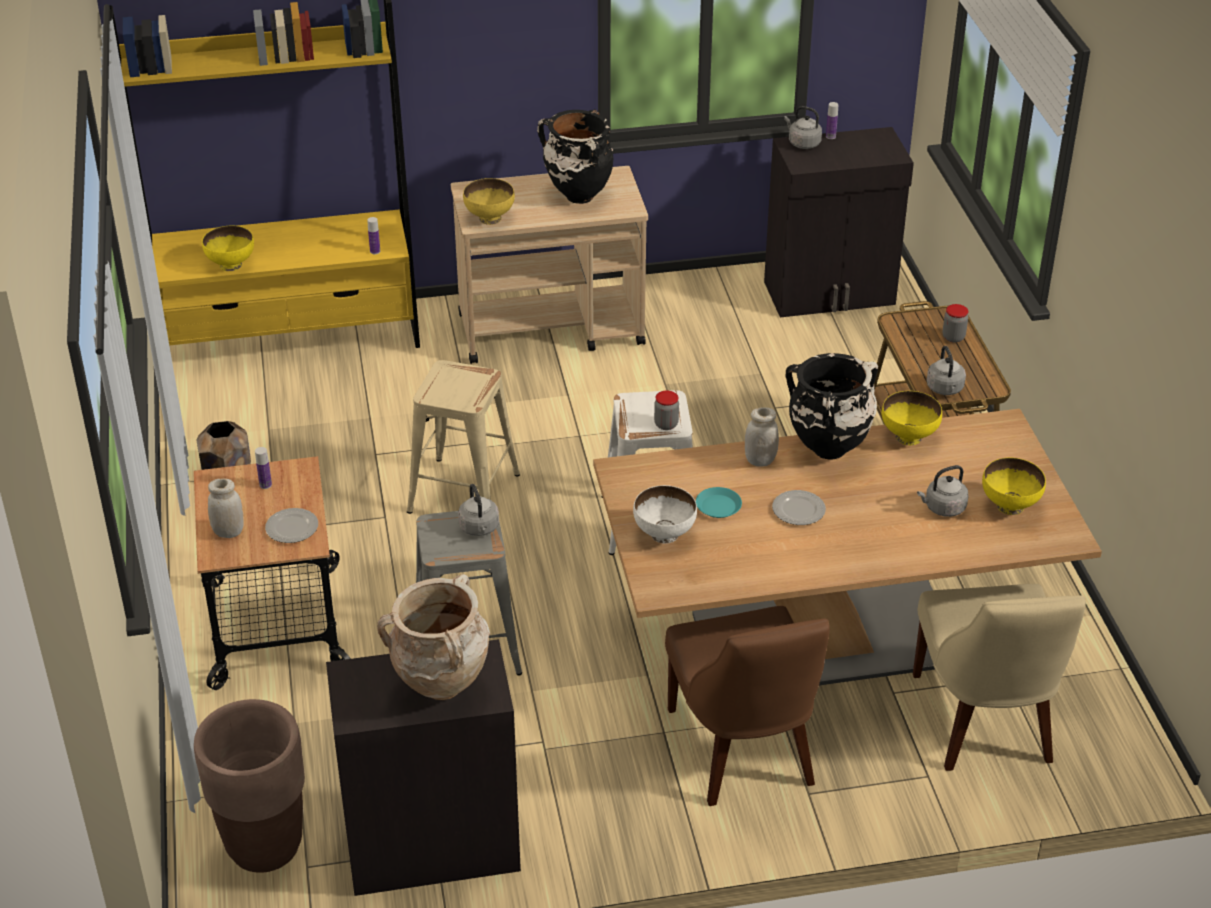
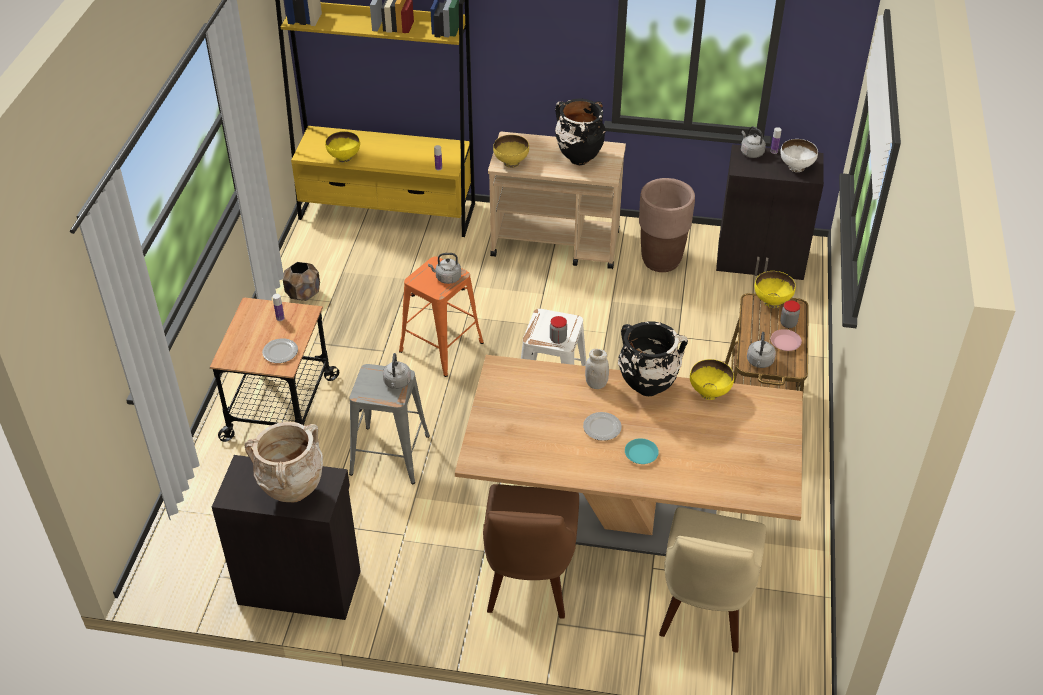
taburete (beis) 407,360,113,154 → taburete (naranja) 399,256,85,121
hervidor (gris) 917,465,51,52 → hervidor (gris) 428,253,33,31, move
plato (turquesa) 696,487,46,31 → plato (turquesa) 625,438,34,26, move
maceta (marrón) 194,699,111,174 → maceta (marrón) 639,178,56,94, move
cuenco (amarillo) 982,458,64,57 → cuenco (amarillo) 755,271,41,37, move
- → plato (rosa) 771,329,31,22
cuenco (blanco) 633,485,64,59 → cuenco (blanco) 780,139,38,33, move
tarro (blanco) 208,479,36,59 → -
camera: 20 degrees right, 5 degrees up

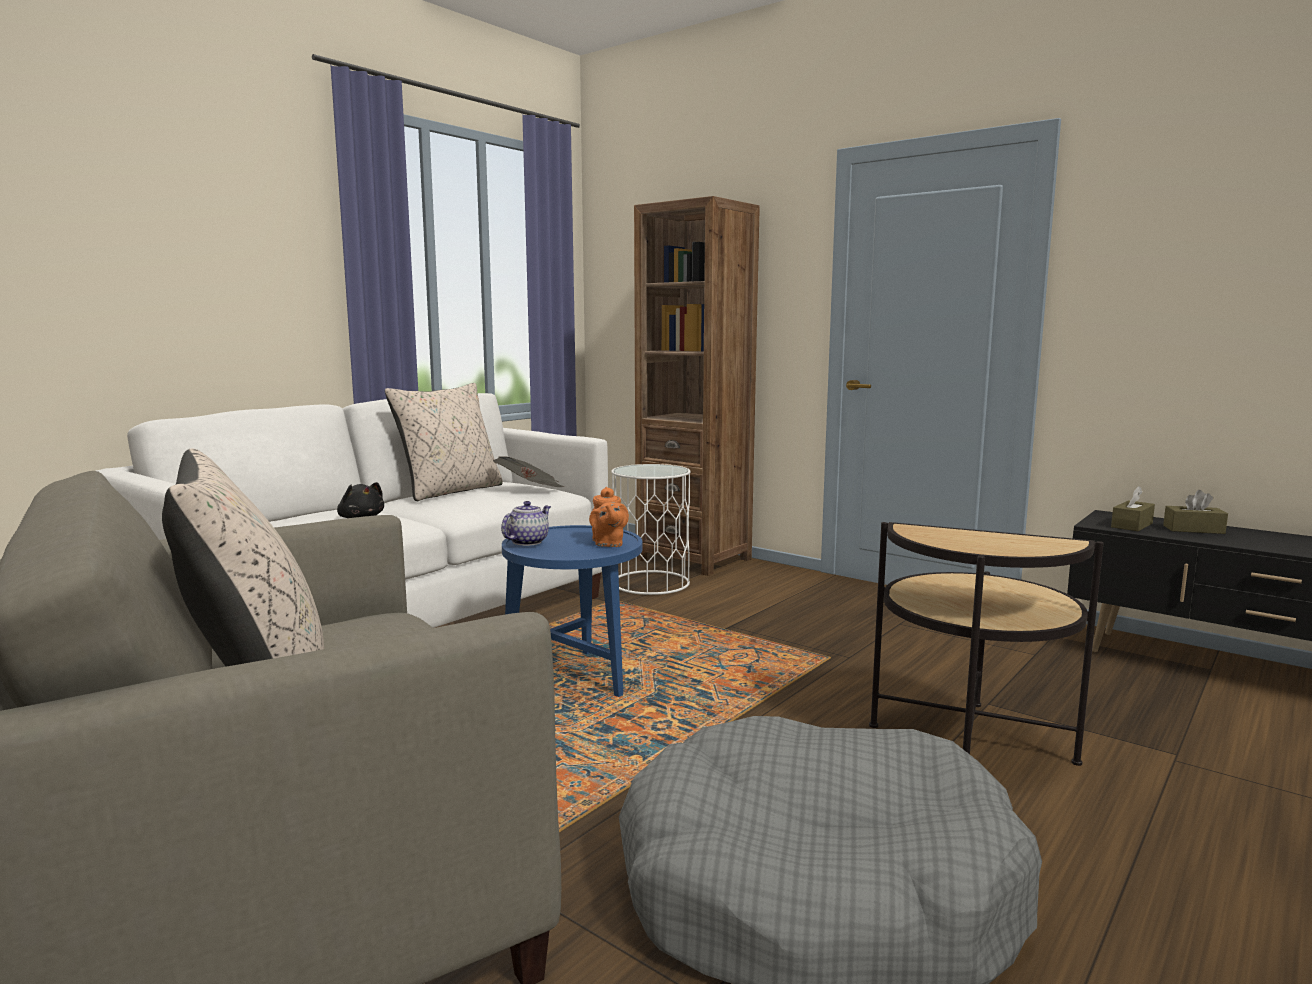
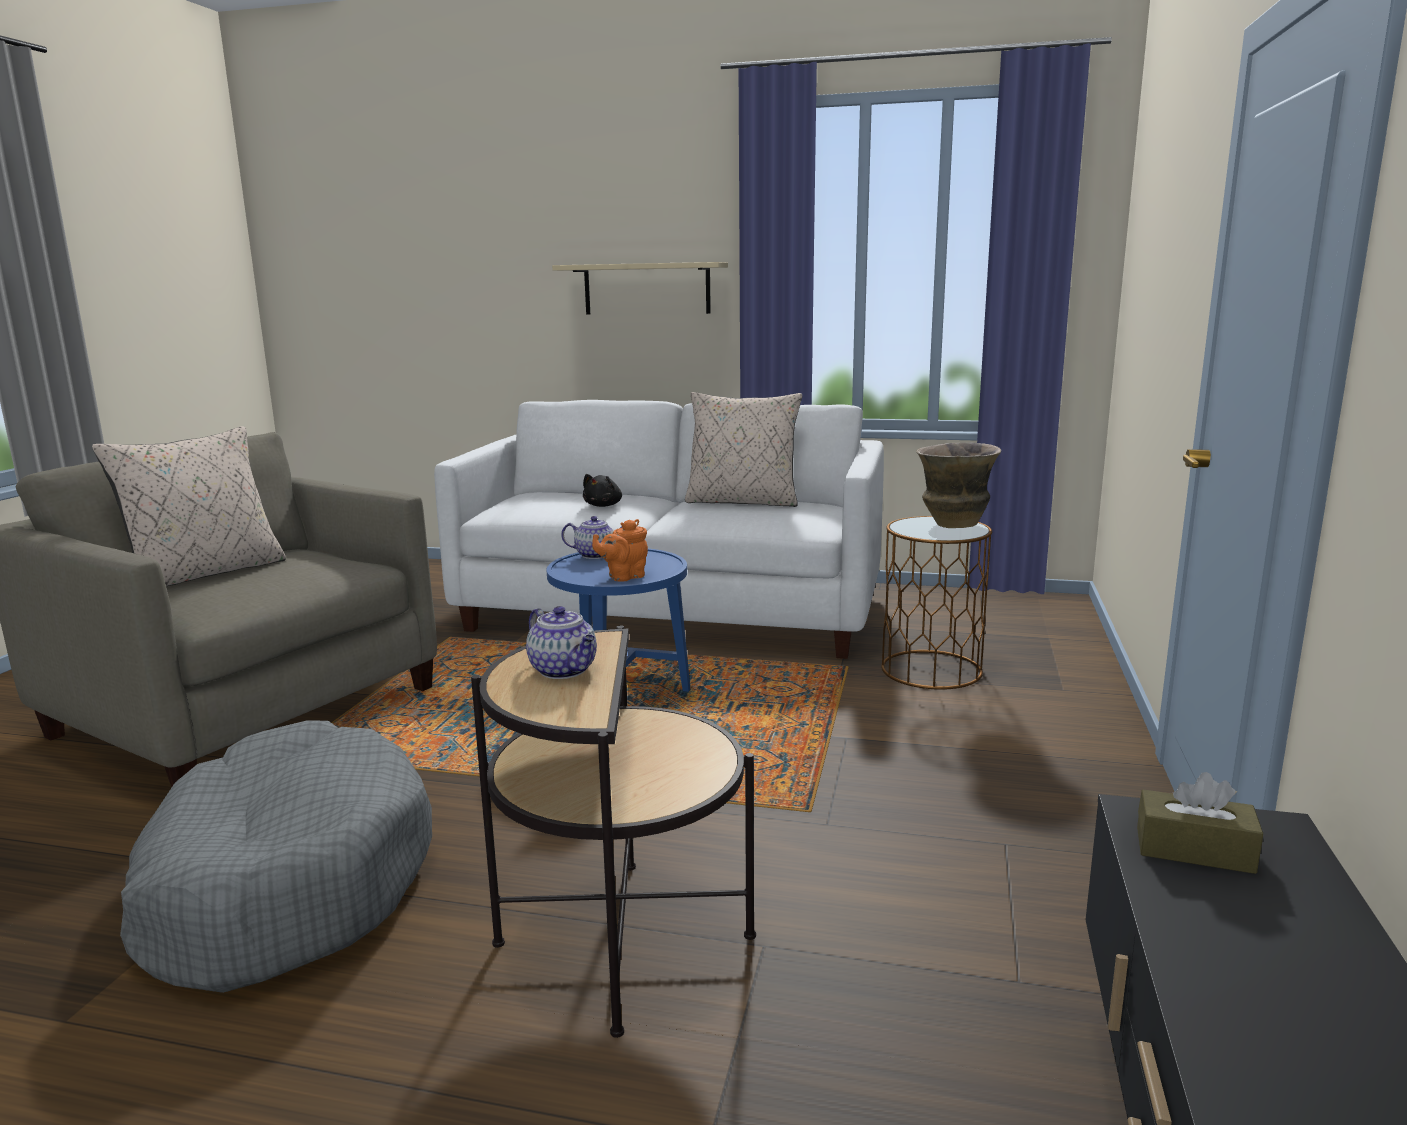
- → tetera 526,606,71,73
- → estante (beis) 552,262,176,53
mesa auxiliar (blanco) 611,464,80,131 → mesa auxiliar (marrón) 881,516,111,174
- → florero 916,443,85,85
periódico 493,456,71,31 → -
estantería (marrón) 634,196,126,380 → -
caja de pañuelos (marrón) 1163,490,65,44 → -
camera: 65 degrees right, 5 degrees up

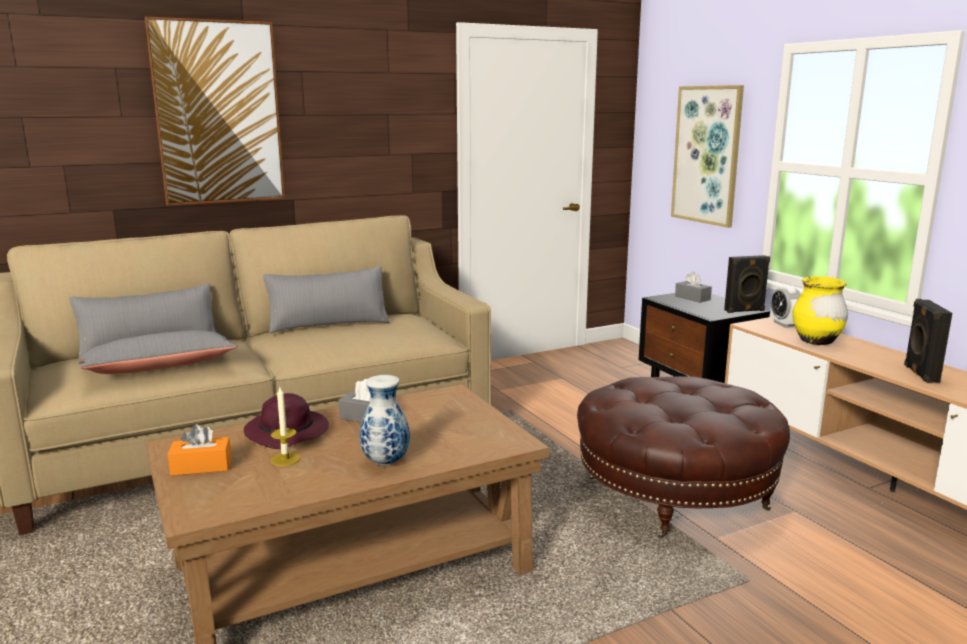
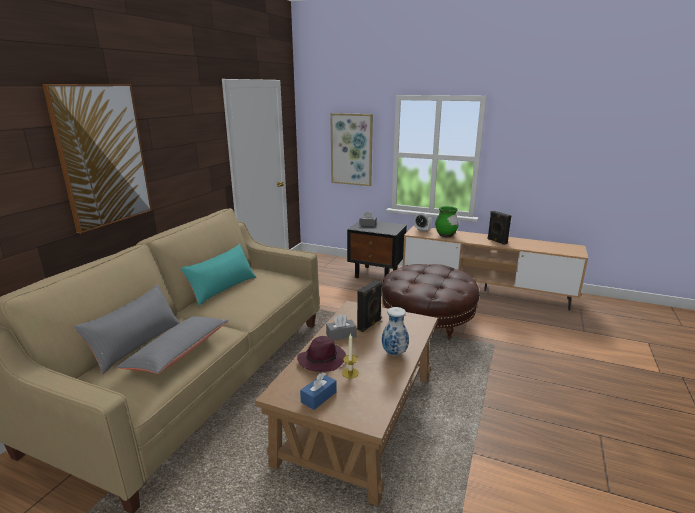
cojín (gris) 263,266,126,67 → cojín (turquesa) 181,244,75,62
caja de pañuelos (naranja) 168,424,64,52 → caja de pañuelos (azul) 300,372,37,38
altavoz (negro) 724,255,46,58 → altavoz (negro) 357,280,25,52, move
florero (amarillo) 793,276,55,69 → florero (verde) 435,206,24,31
camera: 40 degrees left, 5 degrees up

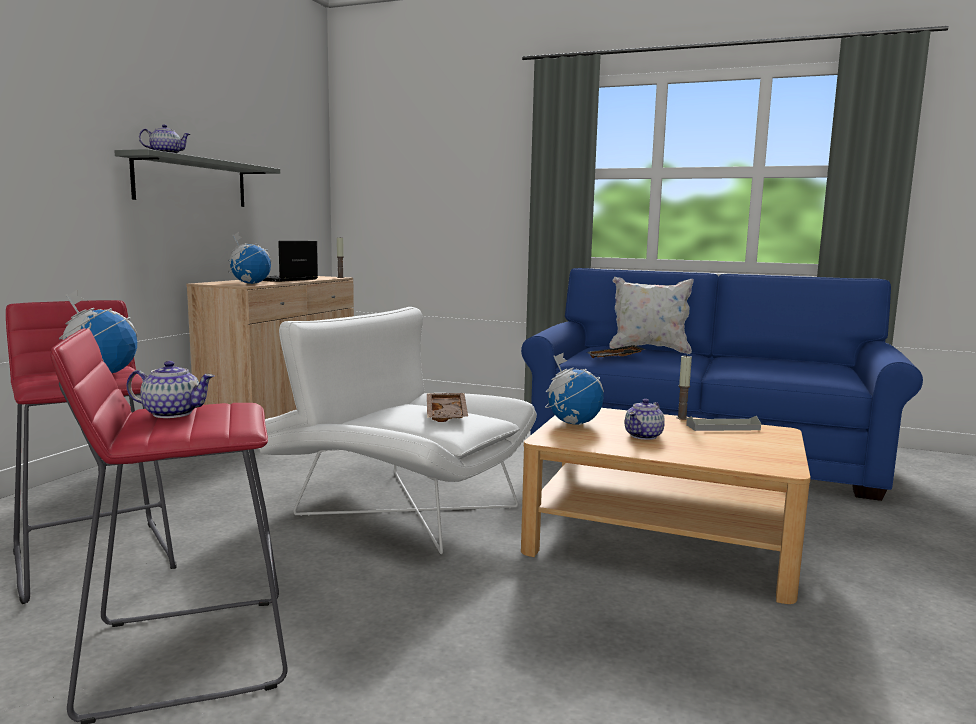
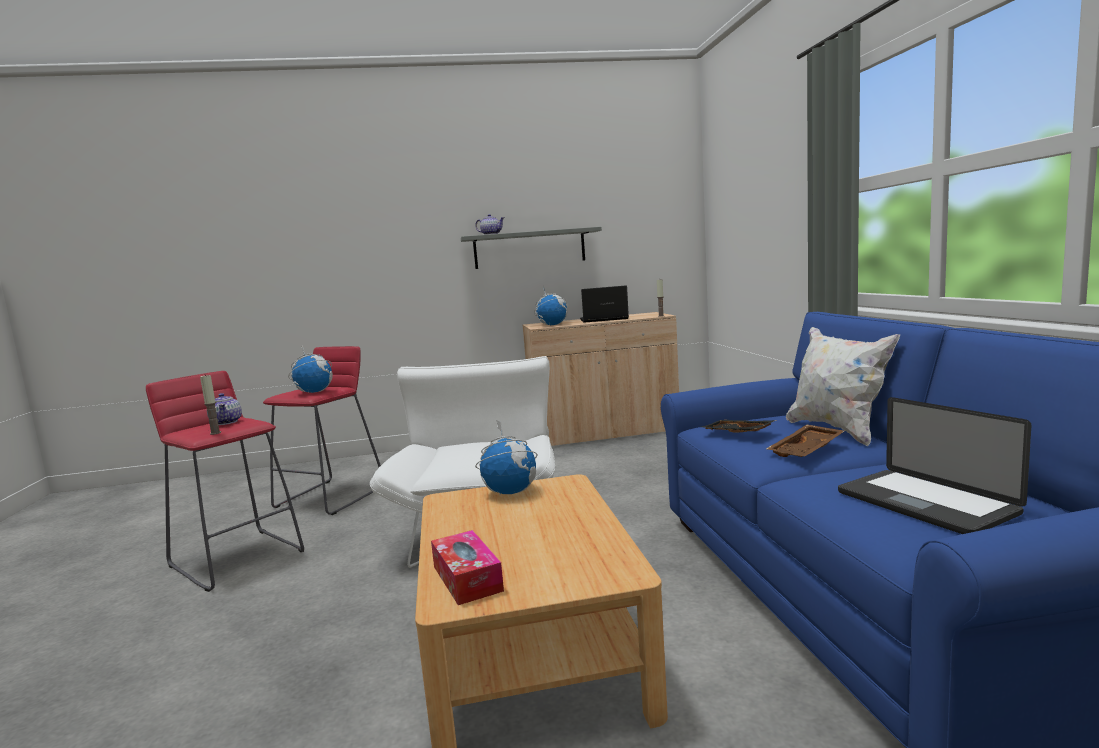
vela 677,355,15,65 → vela 200,375,21,60, move
- → caja de pañuelos 431,530,73,75
bandeja (marrón) 427,393,41,29 → bandeja (marrón) 767,425,77,32, move
- → portátil 838,397,193,137
tetera 625,399,40,41 → -
bandeja (gris) 686,416,75,15 → -
camera: 60 degrees right, 0 degrees up

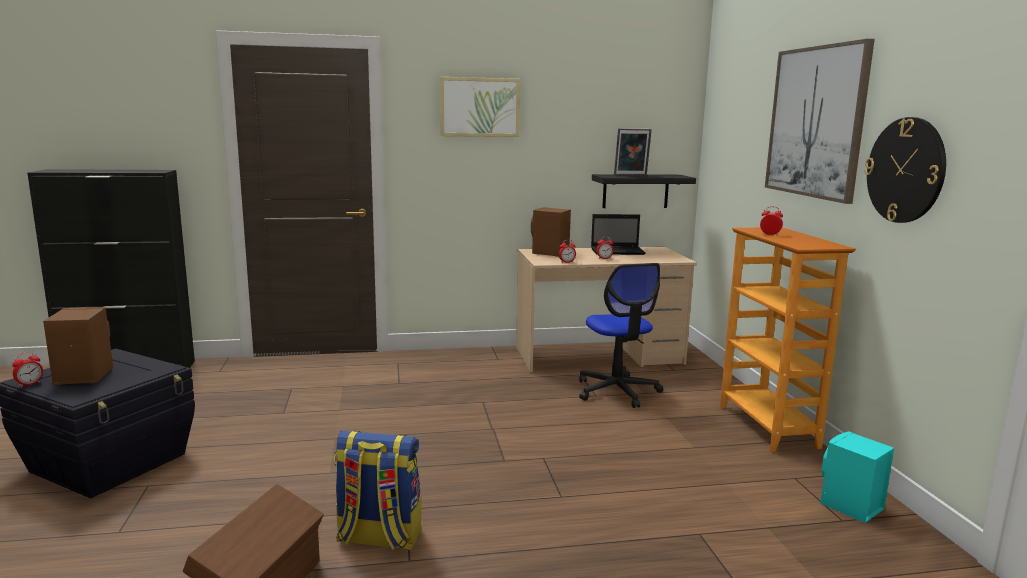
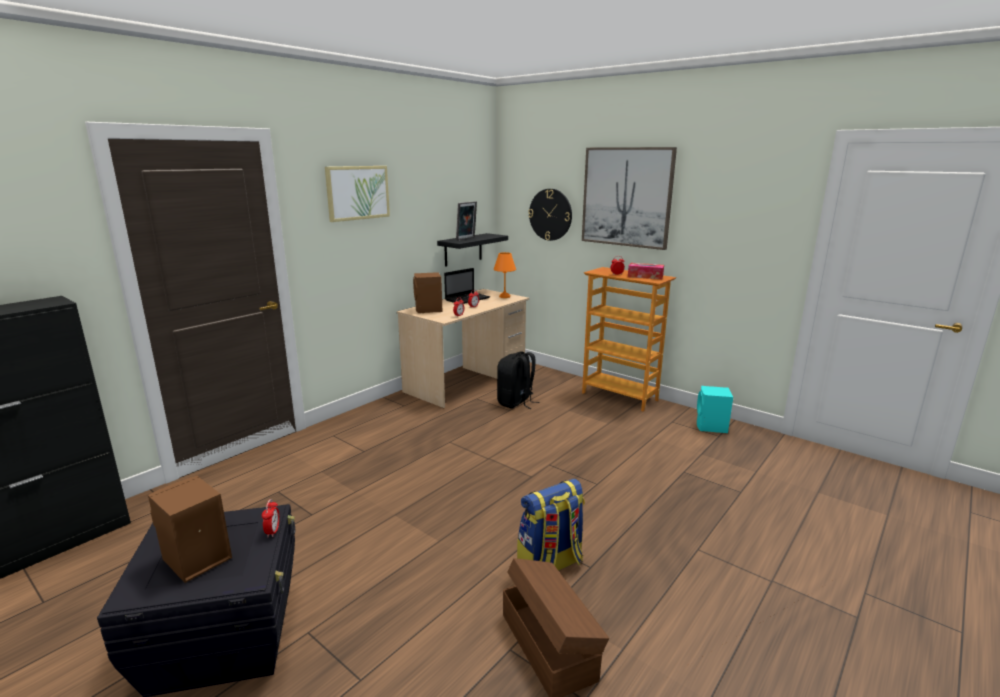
despertador 12,352,31,35 → despertador 262,499,18,38, move
- → lámpara de mesa (naranja) 494,252,22,46
silla de oficina 579,263,84,145 → mochila (negro) 497,352,43,57
reloj de pared 864,117,82,106 → reloj de pared 528,189,44,52, move
- → caja de pañuelos 628,263,36,16
camera: 40 degrees left, 5 degrees up

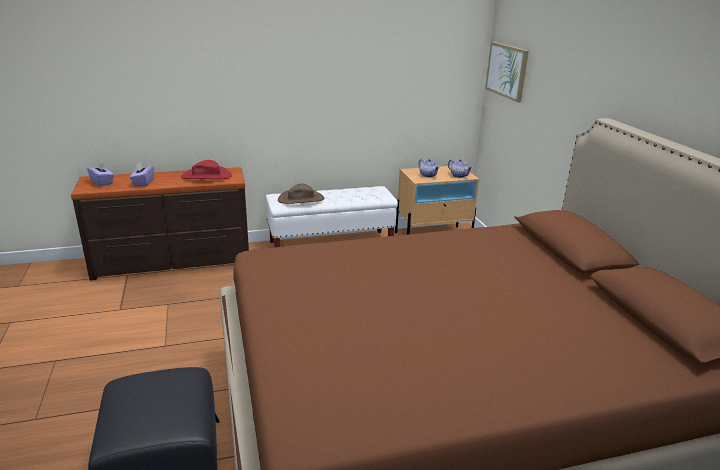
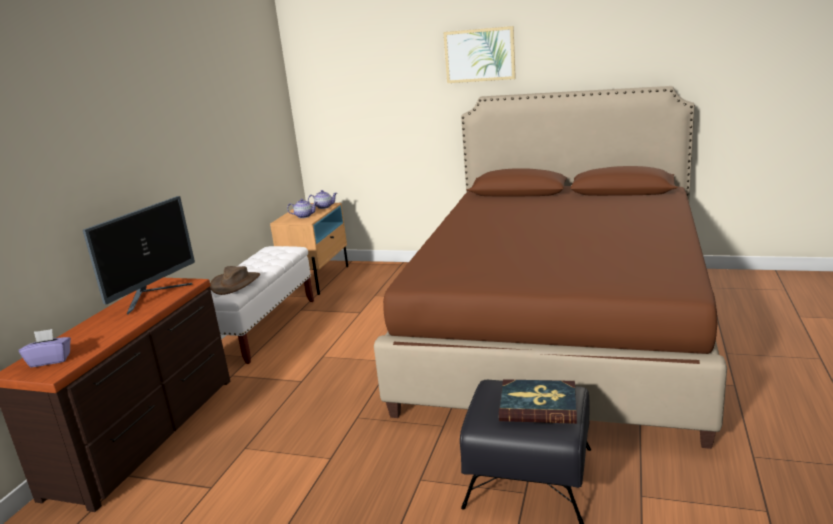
sombrero (rojo) 181,160,51,19 → monitor 83,196,112,119
cuadro 485,42,44,60 → cuadro 444,26,72,57, move
- → libro 499,379,78,45
caja de pañuelos (morado) 130,162,24,24 → -
camera: 55 degrees left, 5 degrees down

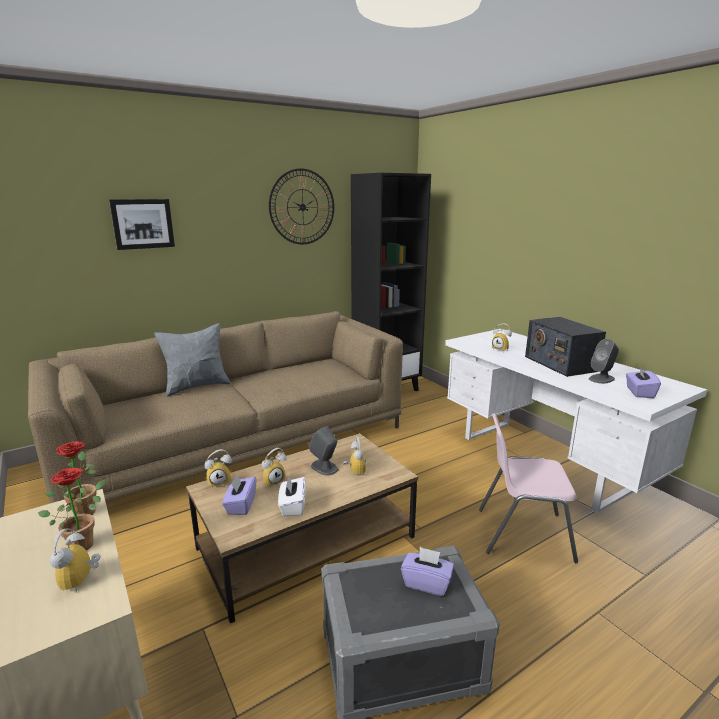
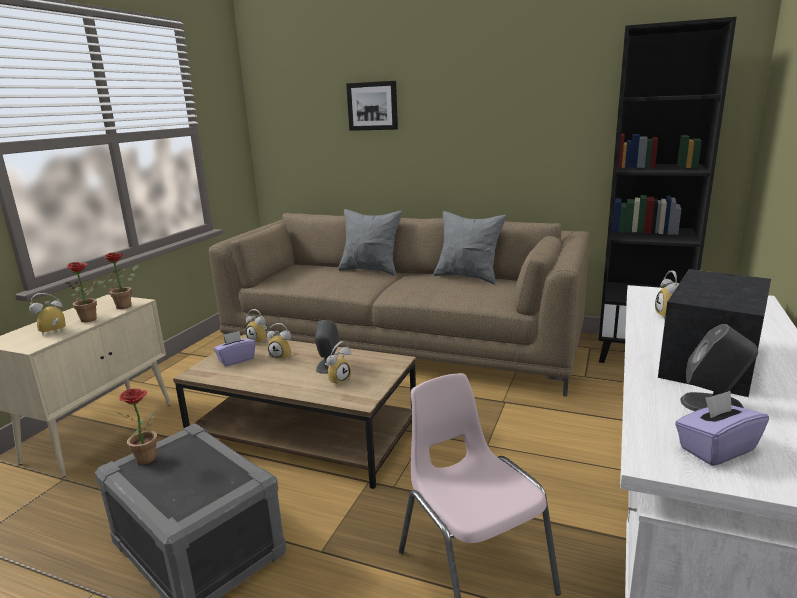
- → planta en maceta 118,389,39,76
- → cojín (gris) 433,211,73,74
reloj de pared 269,168,65,76 → -
caja de pañuelos (blanco) 278,476,28,40 → -
caja de pañuelos (morado) 401,547,53,49 → -
camera: 55 degrees right, 0 degrees up

